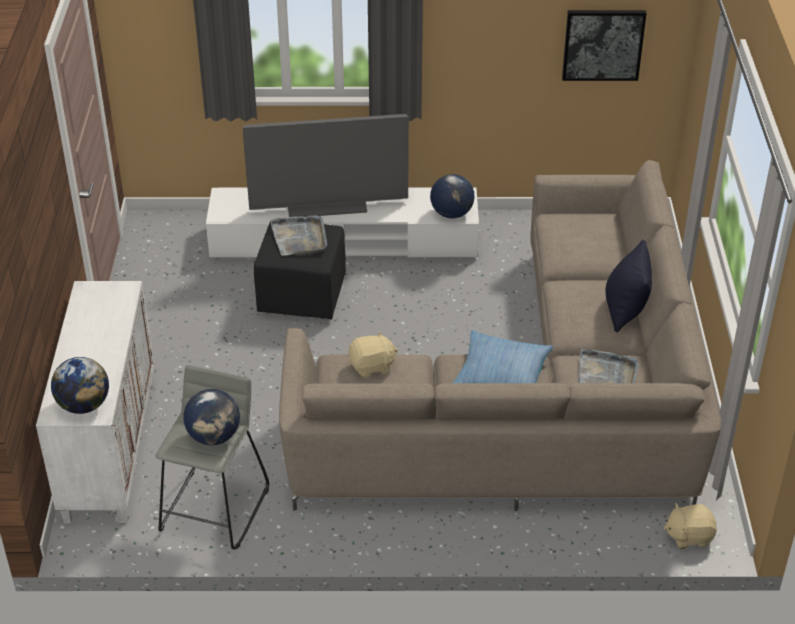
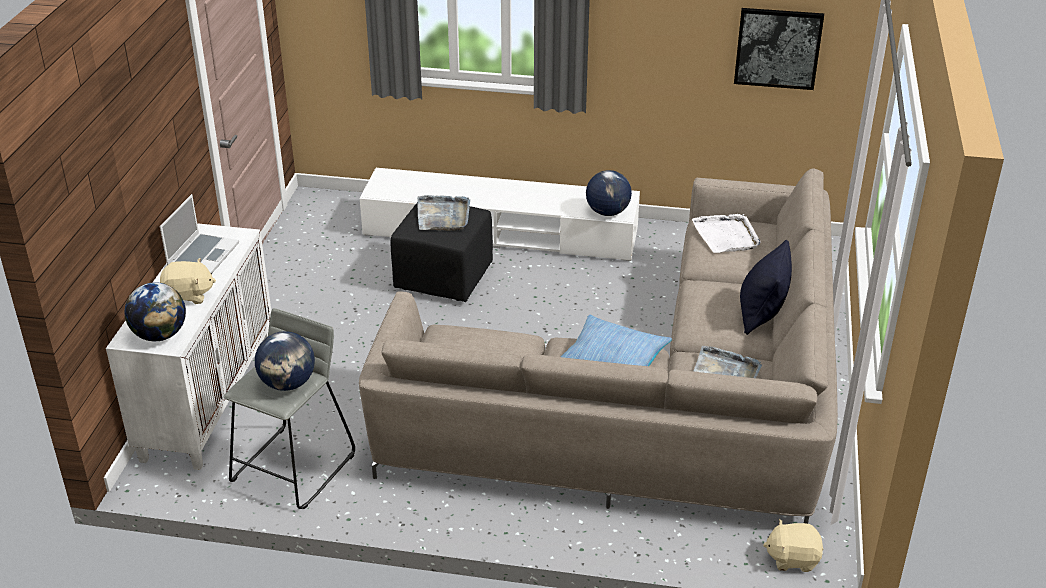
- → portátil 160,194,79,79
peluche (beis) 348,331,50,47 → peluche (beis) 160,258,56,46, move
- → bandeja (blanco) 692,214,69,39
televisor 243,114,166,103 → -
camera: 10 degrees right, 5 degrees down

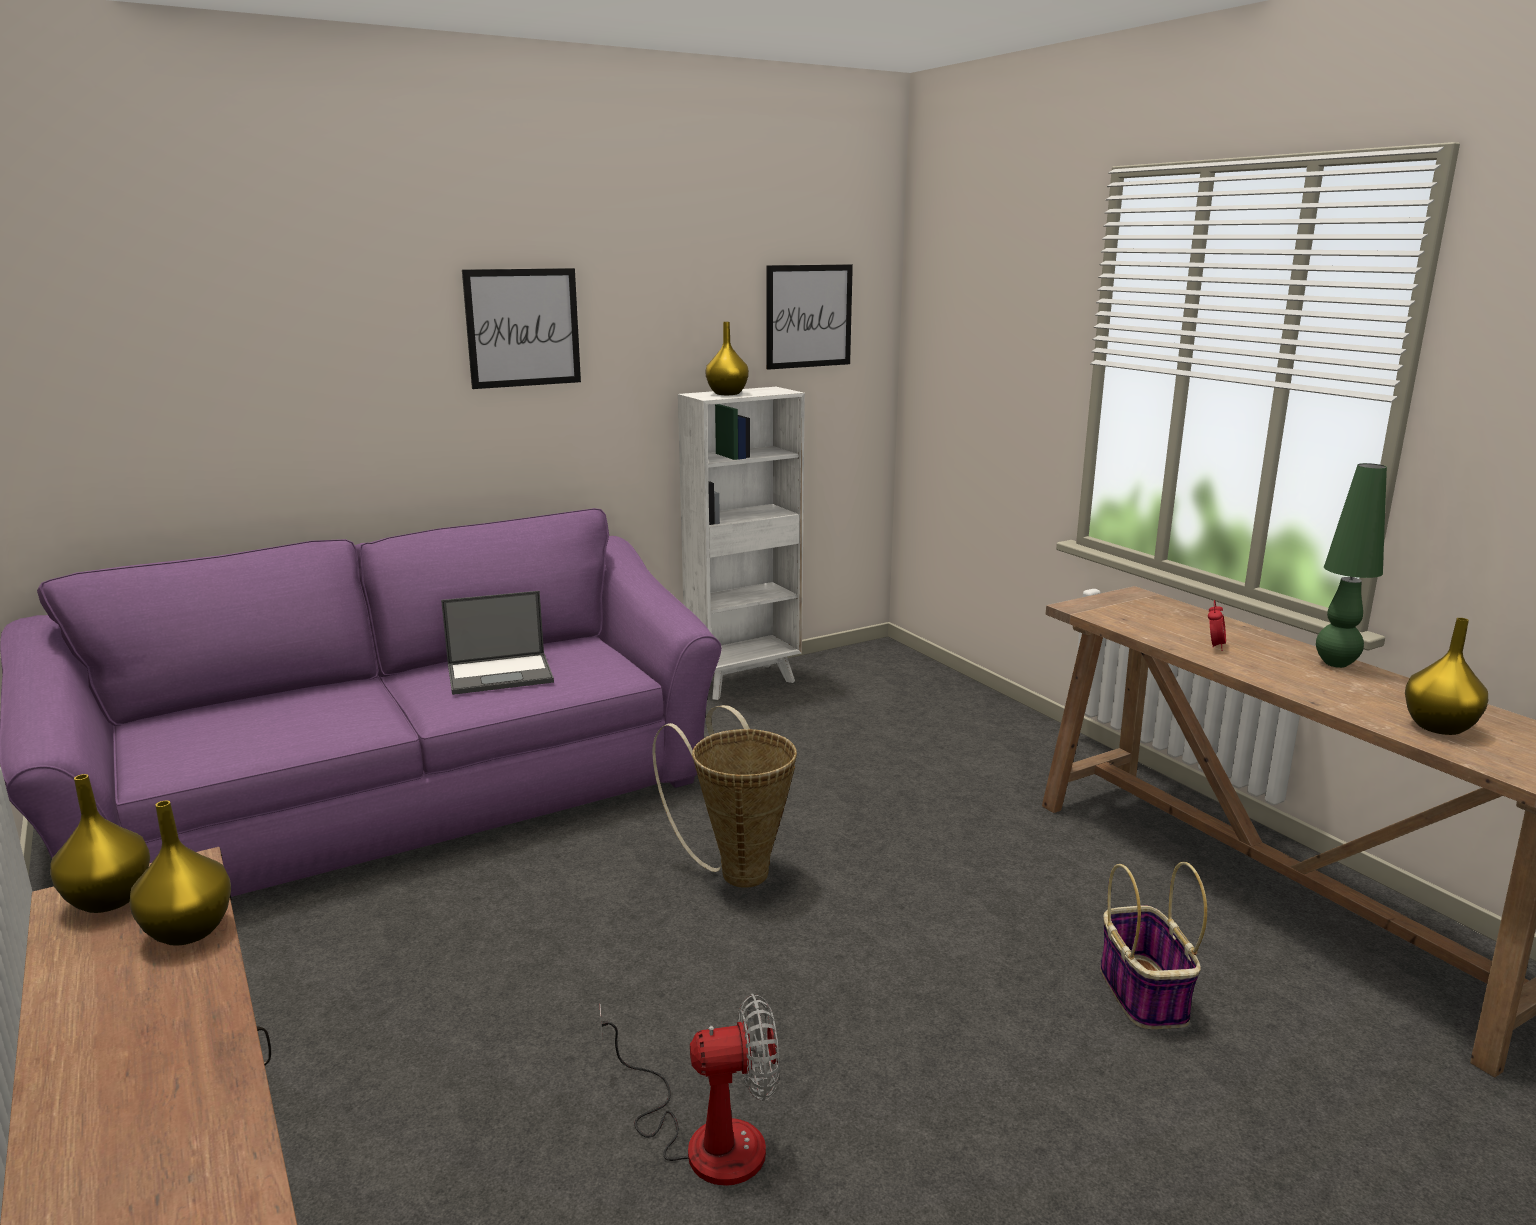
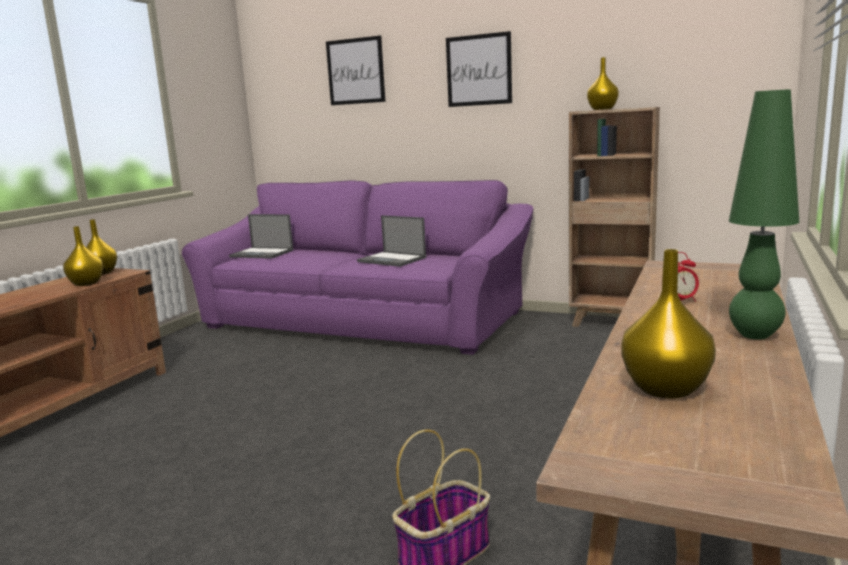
- → portátil 229,214,64,45
cuadro 766,264,87,106 → cuadro 326,35,59,70, move
estantería (blanco) 678,387,127,313 → estantería (marrón) 569,107,91,220
ventilador 600,994,180,192 → -
cesta 652,705,145,183 → -
camera: 55 degrees right, 5 degrees down

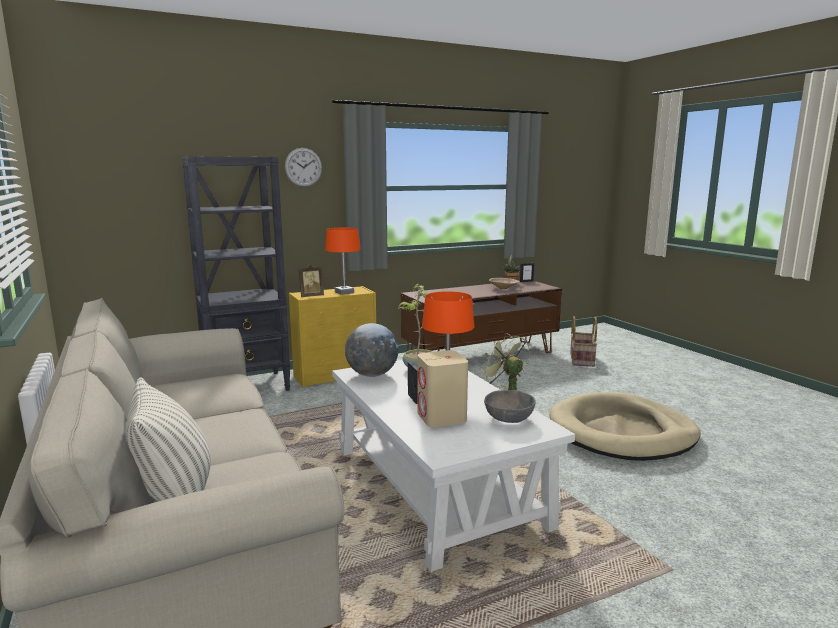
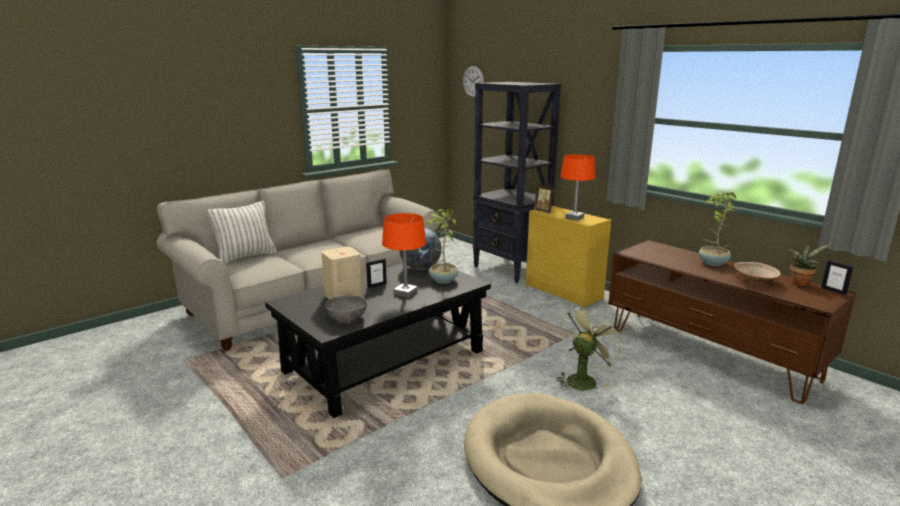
mesa de centro (blanco) 332,360,243,212 → mesa de centro (negro) 265,262,226,156
reloj de pared 285,148,37,39 → reloj de pared 463,66,21,31, move
- → planta en maceta 699,191,38,75
cesta 570,316,27,51 → -
camera: 75 degrees right, 5 degrees up

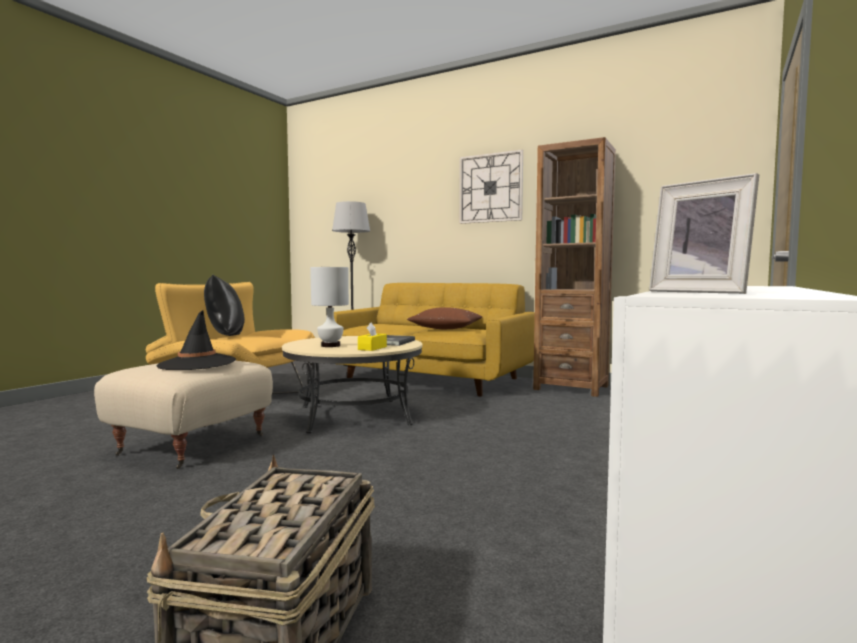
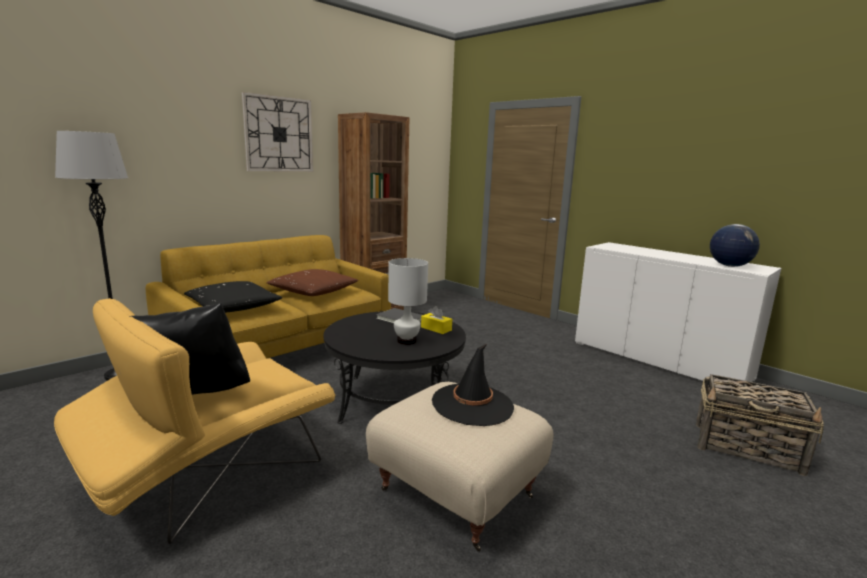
- → cojín (negro) 184,281,98,32
mesa de centro (beis) 282,336,141,97 → mesa de centro (negro) 323,311,143,113
portarretratos 649,173,110,121 → globo terráqueo 710,224,50,43
camera: 75 degrees left, 10 degrees up

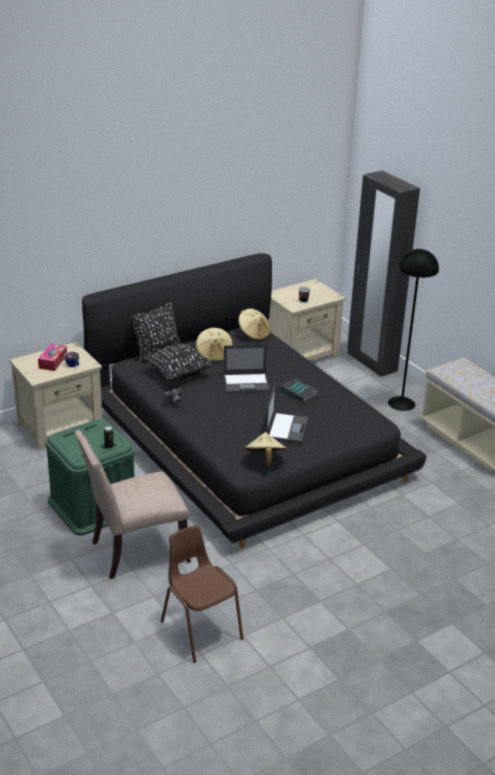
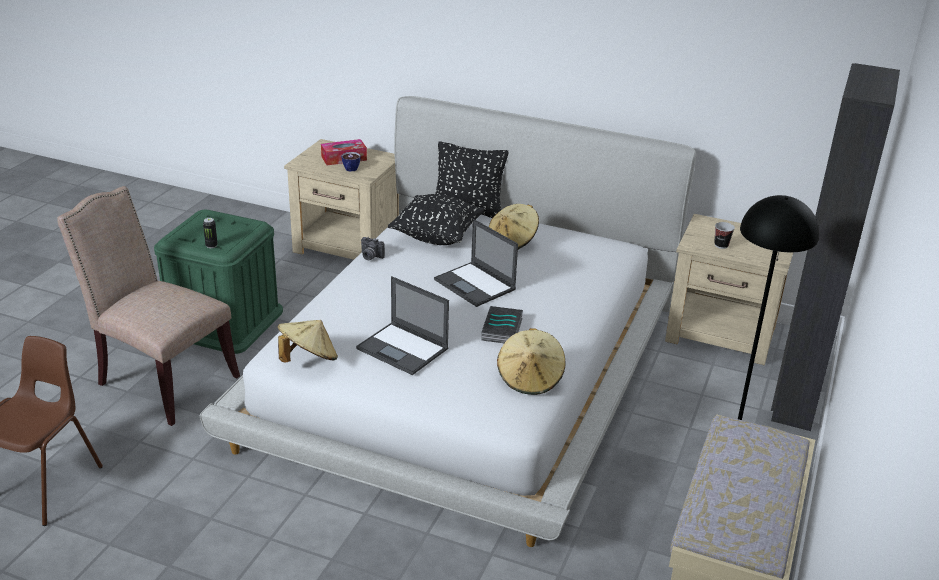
cama (negro) 82,253,345,295 → cama (blanco) 200,96,496,451
portátil 266,383,42,60 → portátil 356,276,93,99, 60 degrees clockwise
sombrero (beis) 238,309,32,31 → sombrero (beis) 497,328,68,67, move
camera: 55 degrees right, 0 degrees up

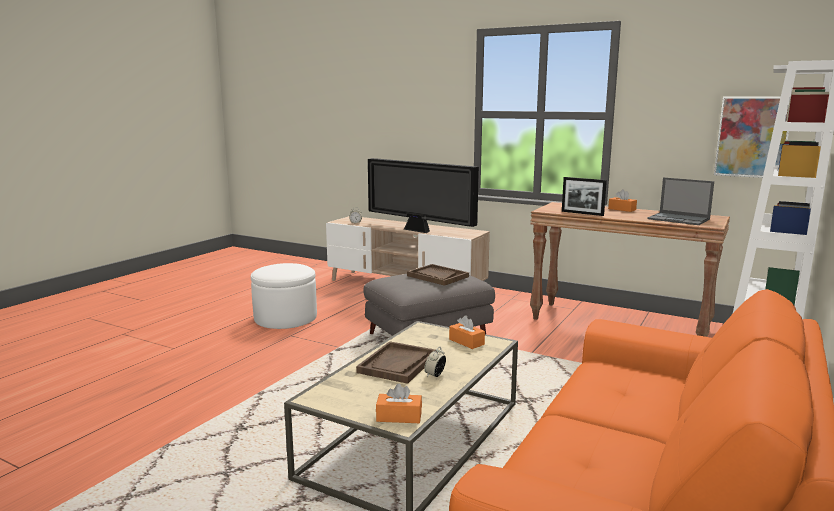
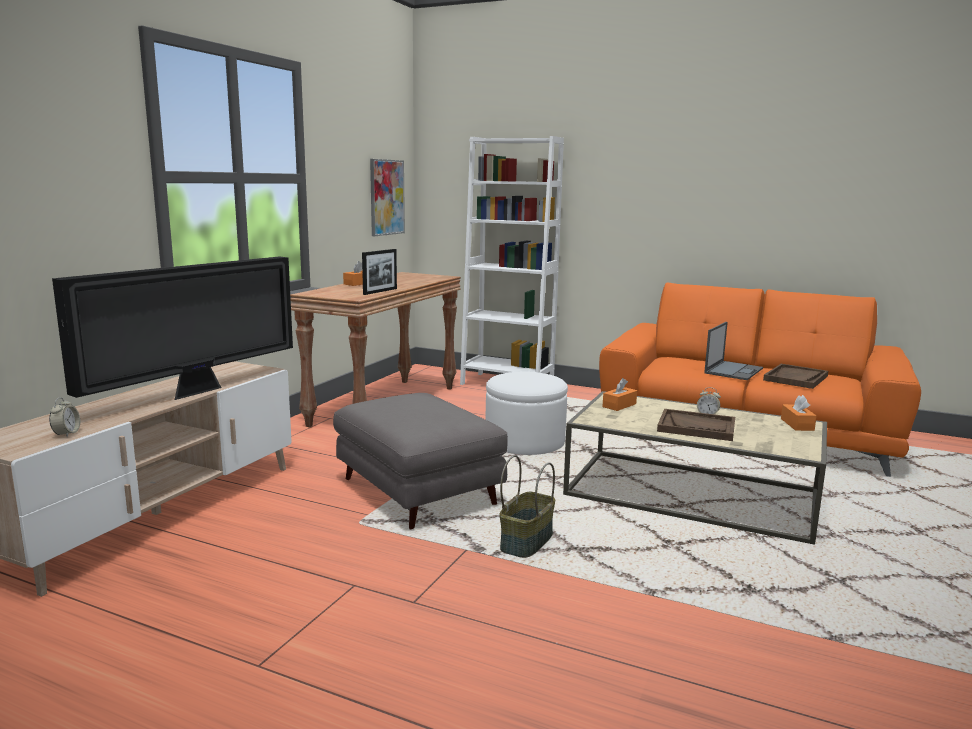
puf (blanco) 251,263,66,66 → puf (blanco) 486,371,82,84, move
- → cesta 499,455,56,103
portátil 647,177,67,48 → portátil 704,322,59,58, move
bandeja (marrón) 407,264,62,22 → bandeja (marrón) 763,364,65,25, move
camera: 95 degrees left, 0 degrees up

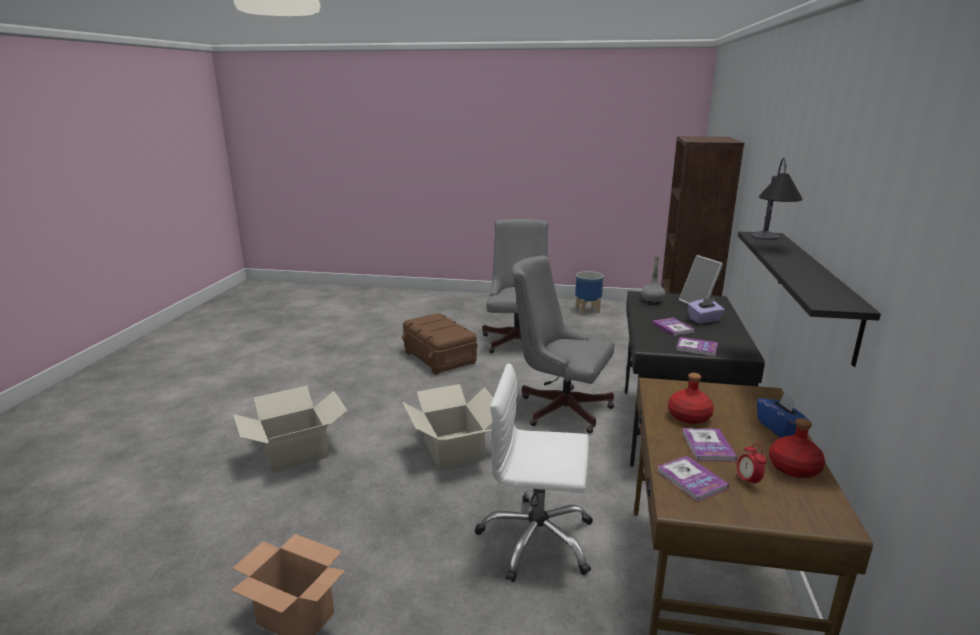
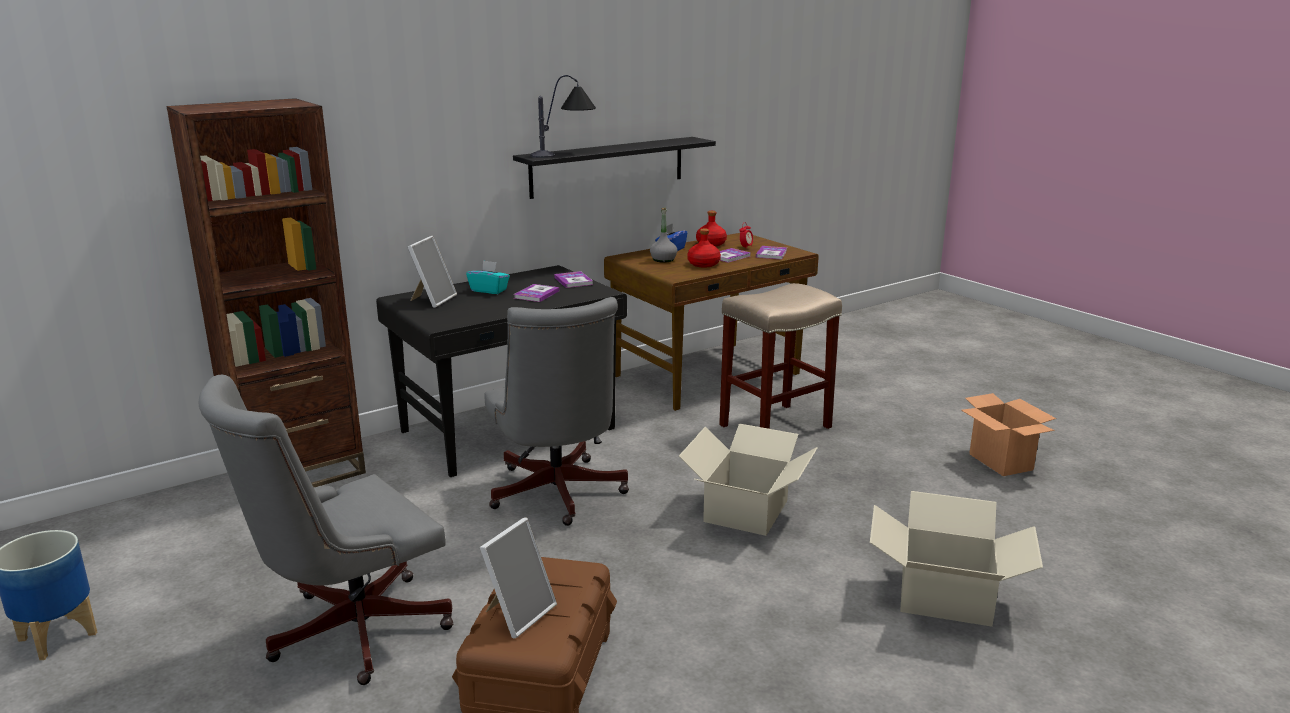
caja de pañuelos (morado) 688,297,37,27 → caja de pañuelos (turquesa) 466,260,44,34
- → portarretratos 480,517,77,121
botella (gris) 641,257,25,47 → botella (gris) 650,208,27,55, move
silla de oficina (blanco) 475,363,118,219 → taburete (beis) 719,283,123,146
camera: 135 degrees left, 0 degrees up

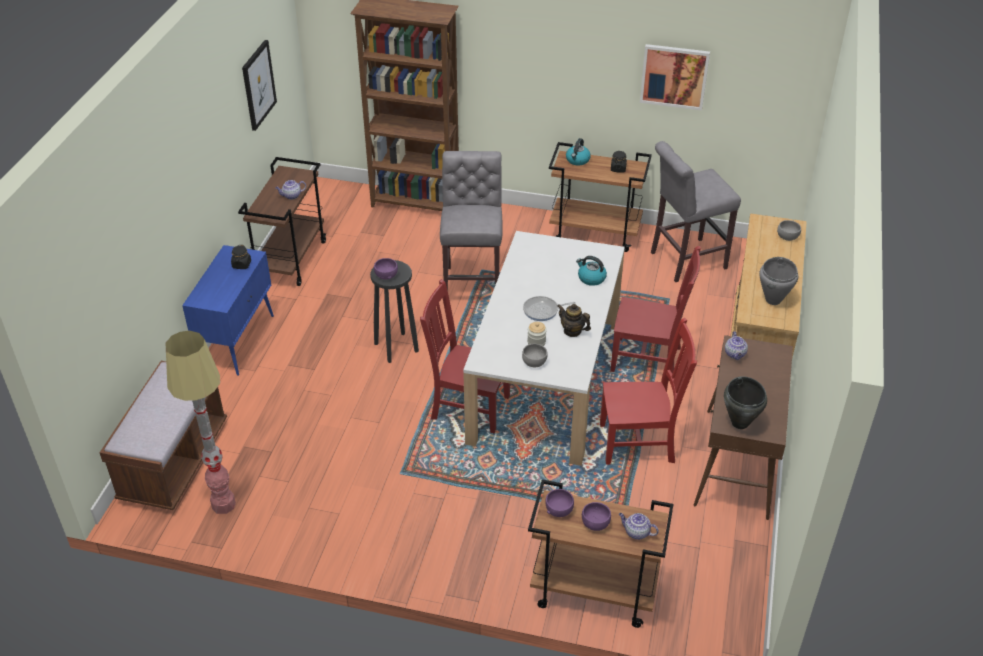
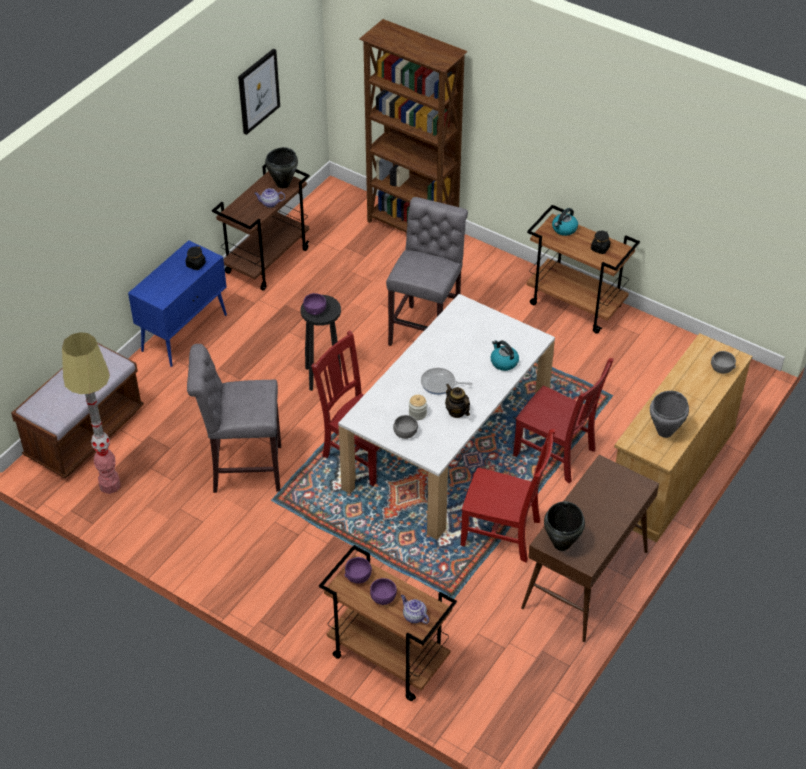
taburete (gris) 651,141,90,141 → taburete (gris) 187,344,94,149, move
- → olla (negro) 265,147,33,41
cuadro 640,44,70,66 → -
tetera 725,331,23,29 → -
camera: 20 degrees right, 5 degrees up

